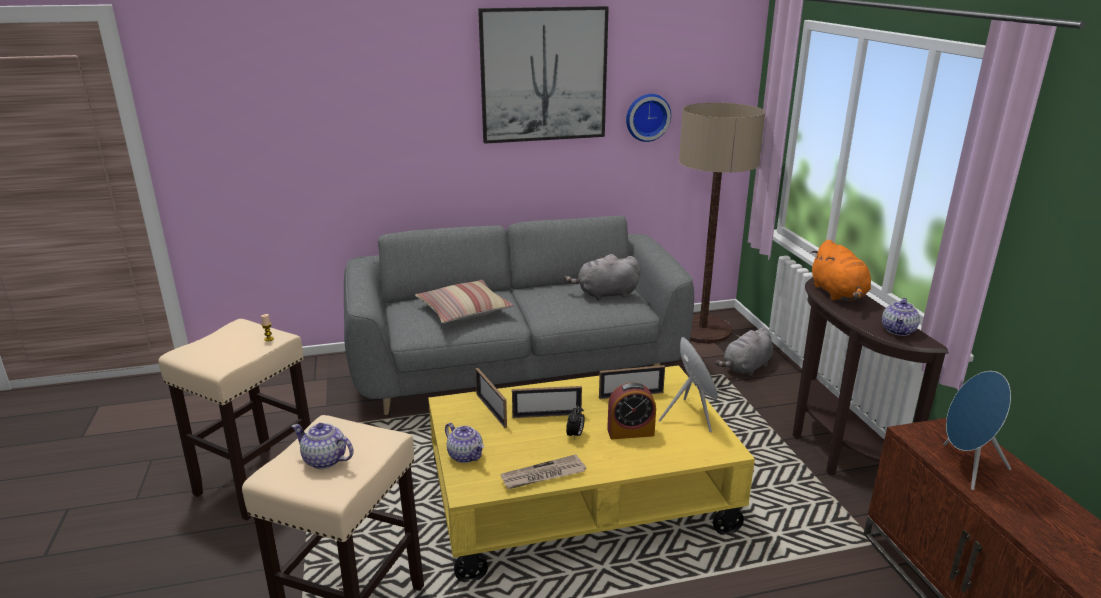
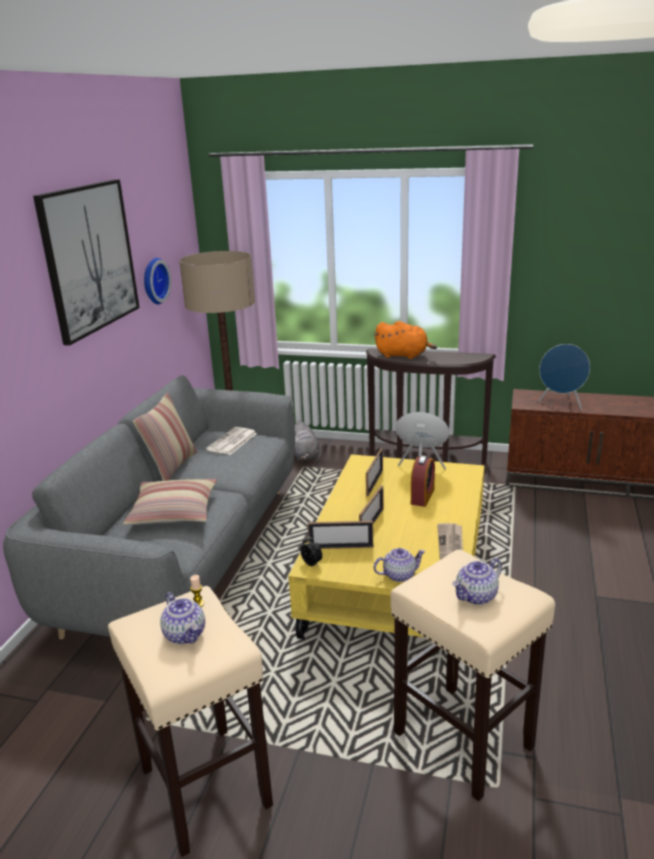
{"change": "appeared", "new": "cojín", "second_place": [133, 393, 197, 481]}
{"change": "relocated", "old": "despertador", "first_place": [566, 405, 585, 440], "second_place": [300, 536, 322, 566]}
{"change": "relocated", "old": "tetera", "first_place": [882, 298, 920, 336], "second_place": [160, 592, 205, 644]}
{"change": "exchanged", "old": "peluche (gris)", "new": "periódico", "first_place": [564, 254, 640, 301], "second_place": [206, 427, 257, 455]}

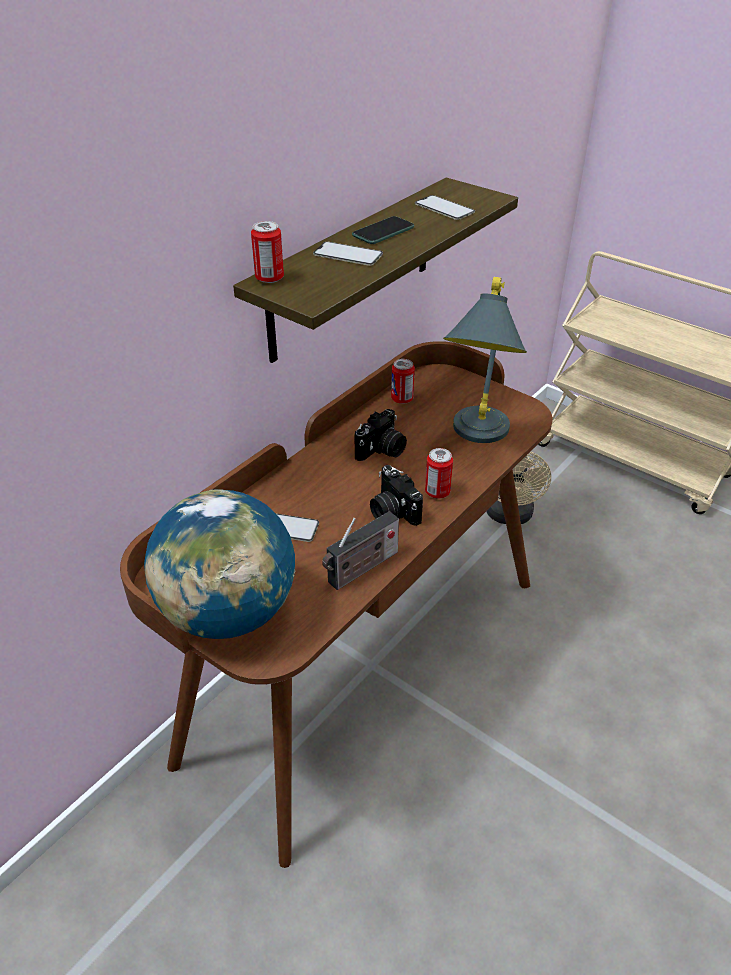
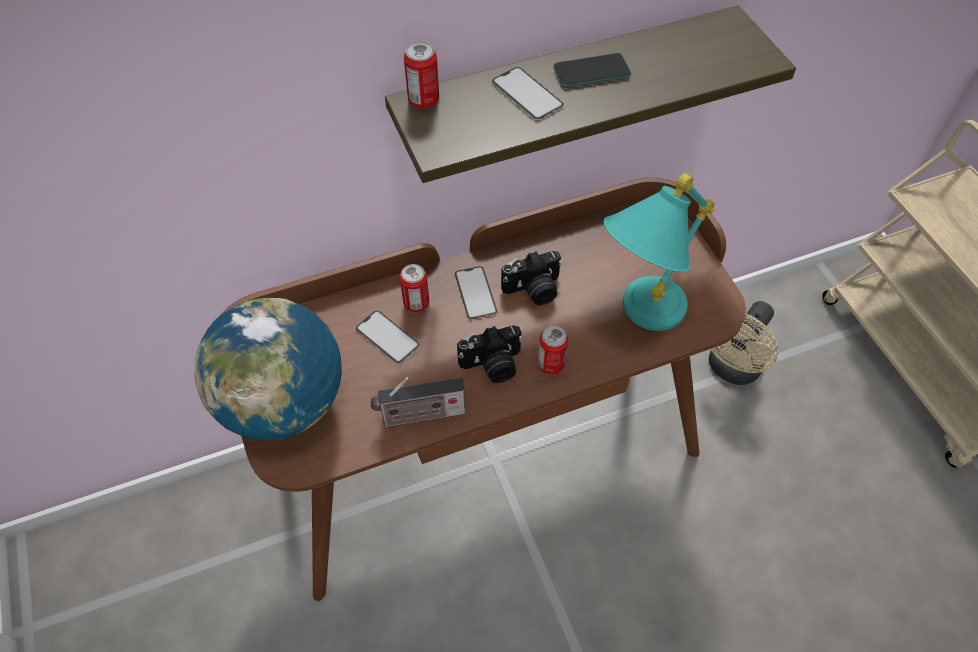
{"change": "relocated", "old": "lata", "first_place": [391, 359, 415, 404], "second_place": [400, 264, 429, 312]}
{"change": "relocated", "old": "móvil", "first_place": [415, 195, 475, 220], "second_place": [455, 266, 497, 320]}
{"change": "colour", "old": "lámpara de mesa (gris)", "new": "lámpara de mesa (turquesa)", "first_place": [443, 277, 527, 443], "second_place": [604, 173, 716, 331]}
{"change": "spun", "old": "cámara", "first_place": [370, 465, 423, 526], "second_place": [457, 325, 523, 383], "degrees": -105}

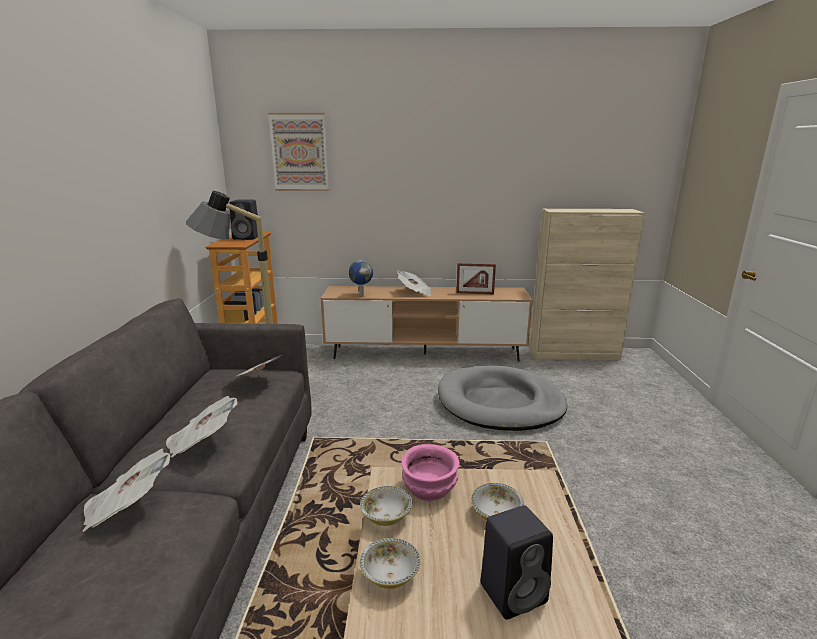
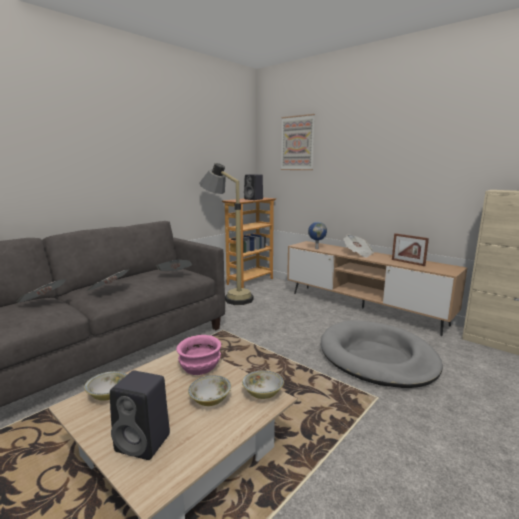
{"change": "relocated", "old": "cuenco", "first_place": [360, 486, 412, 526], "second_place": [242, 370, 284, 399]}

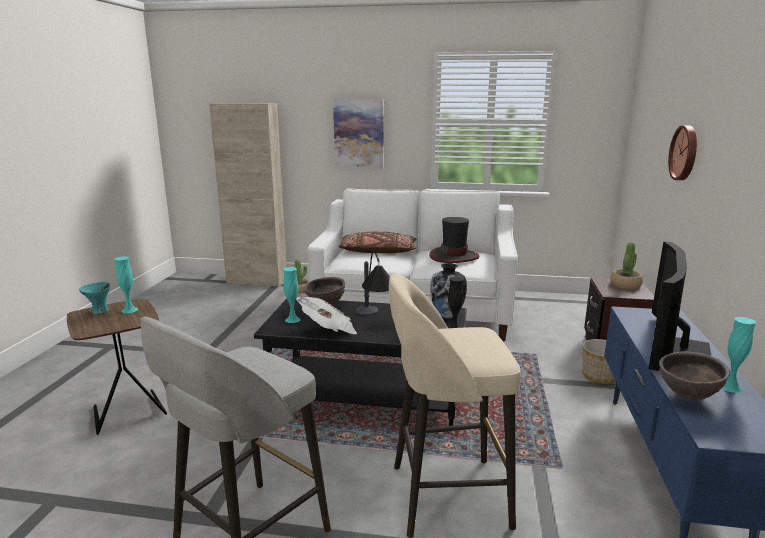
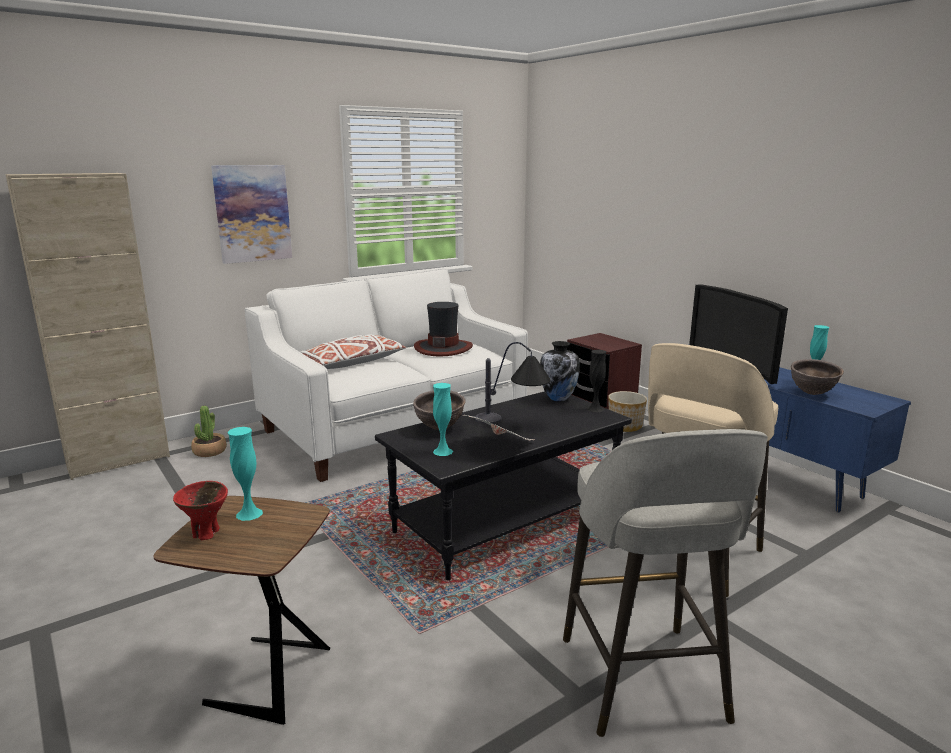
{"change": "missing", "old": "planta en maceta", "first_place": [611, 242, 643, 289]}
{"change": "missing", "old": "reloj de pared", "first_place": [668, 125, 697, 180]}
{"change": "colour", "old": "cuenco (turquesa)", "new": "cuenco (rojo)", "first_place": [79, 282, 111, 314], "second_place": [173, 481, 228, 540]}
{"change": "colour", "old": "cojín (marrón)", "new": "cojín (blanco)", "first_place": [338, 232, 416, 253], "second_place": [301, 334, 406, 369]}

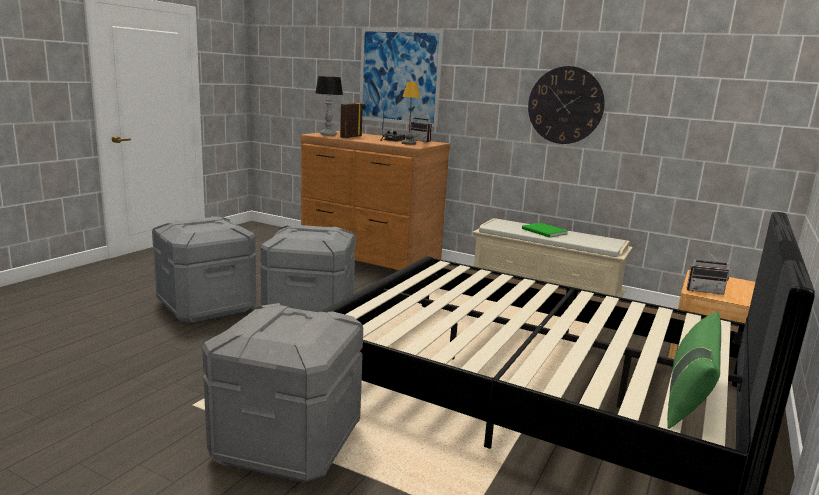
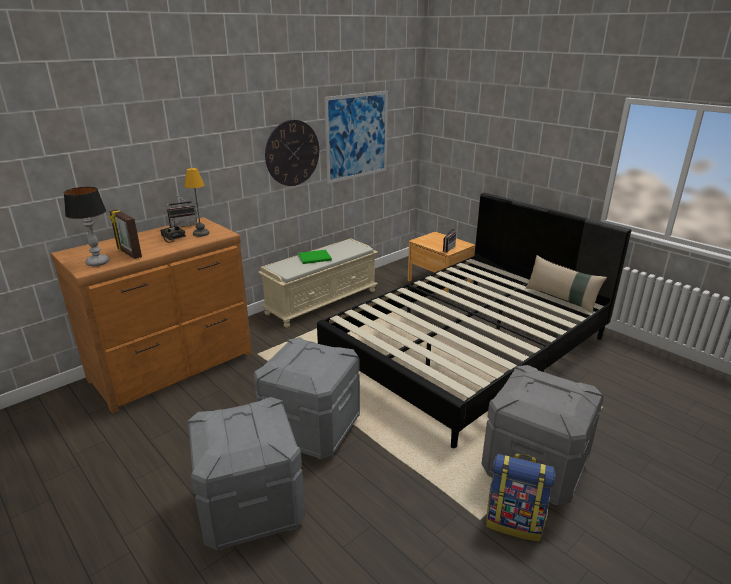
{"change": "appeared", "new": "mochila", "second_place": [486, 453, 555, 542]}
{"change": "relocated", "old": "cuadro", "first_place": [360, 28, 444, 127], "second_place": [324, 91, 388, 184]}
{"change": "colour", "old": "cojín (verde)", "new": "cojín (beis)", "first_place": [667, 311, 721, 429], "second_place": [526, 255, 607, 313]}

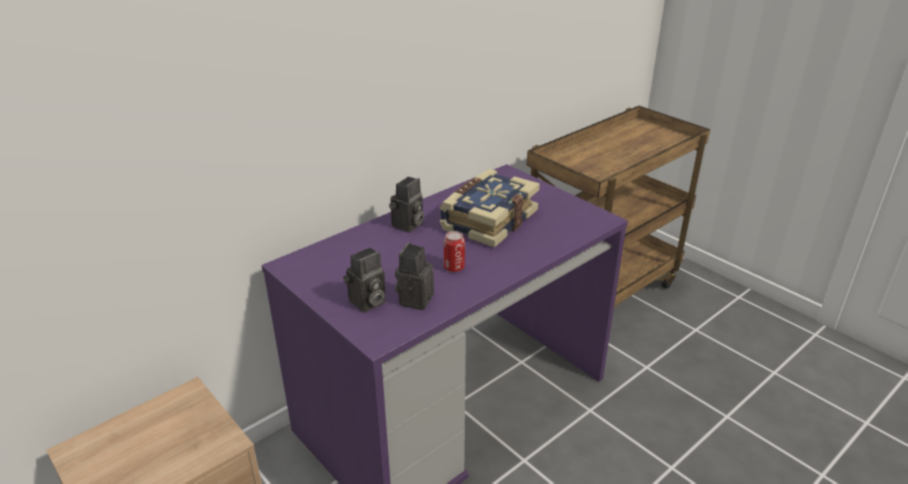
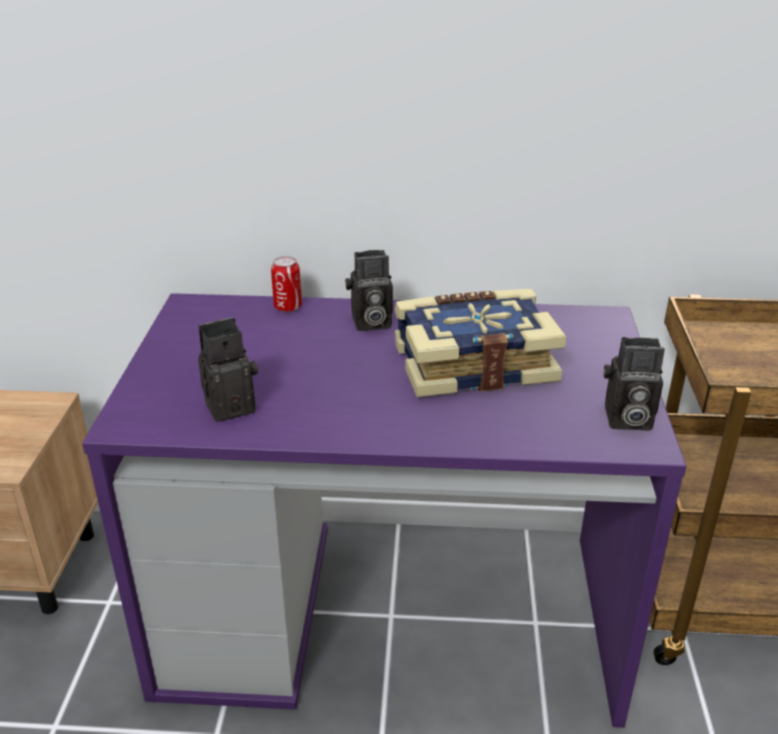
{"change": "relocated", "old": "cámara", "first_place": [343, 247, 386, 313], "second_place": [604, 337, 665, 431]}
{"change": "relocated", "old": "lata", "first_place": [444, 231, 465, 272], "second_place": [271, 256, 302, 312]}

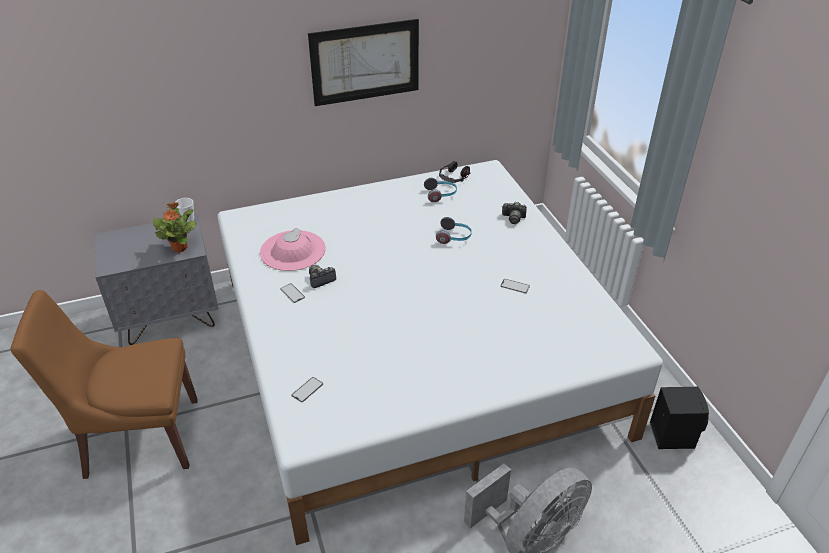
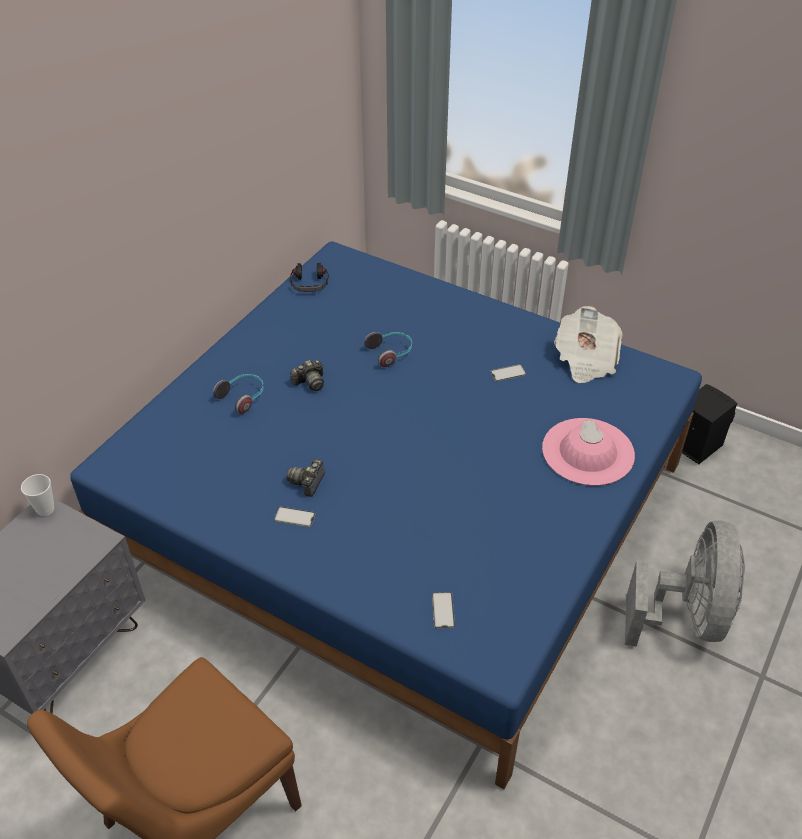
{"change": "missing", "old": "planta en maceta", "first_place": [153, 202, 197, 252]}
{"change": "missing", "old": "cuadro", "first_place": [308, 19, 419, 106]}
{"change": "appeared", "new": "periódico", "second_place": [554, 306, 623, 383]}
{"change": "relocated", "old": "sombrero (rosa)", "first_place": [260, 228, 326, 271], "second_place": [542, 418, 635, 486]}
{"change": "relocated", "old": "auriculares", "first_place": [424, 178, 457, 202], "second_place": [213, 374, 264, 414]}
{"change": "relocated", "old": "cámara", "first_place": [502, 202, 527, 224], "second_place": [290, 360, 324, 391]}
{"change": "colour", "old": "cama (blanco)", "new": "cama (azul)", "first_place": [217, 160, 663, 545], "second_place": [70, 241, 702, 789]}

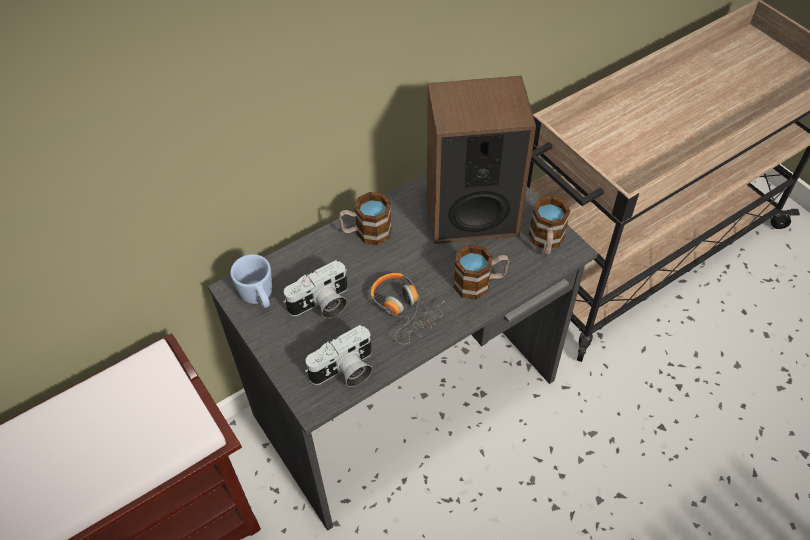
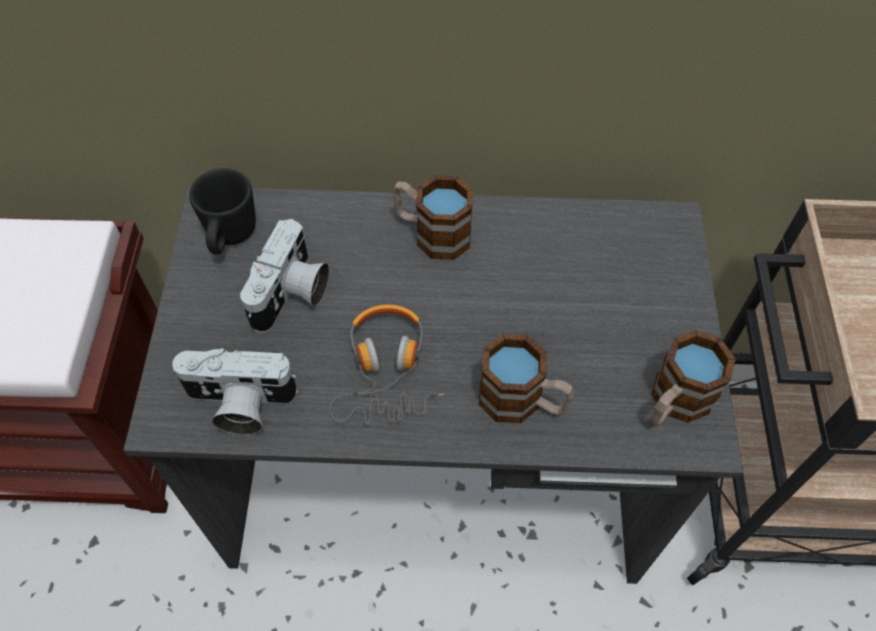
{"change": "missing", "old": "altavoz", "first_place": [427, 76, 536, 244]}
{"change": "colour", "old": "taza grande (azul)", "new": "taza grande (negro)", "first_place": [230, 254, 272, 308], "second_place": [189, 168, 256, 254]}
{"change": "spun", "old": "cámara", "first_place": [284, 260, 348, 318], "second_place": [240, 219, 329, 333], "degrees": -75}

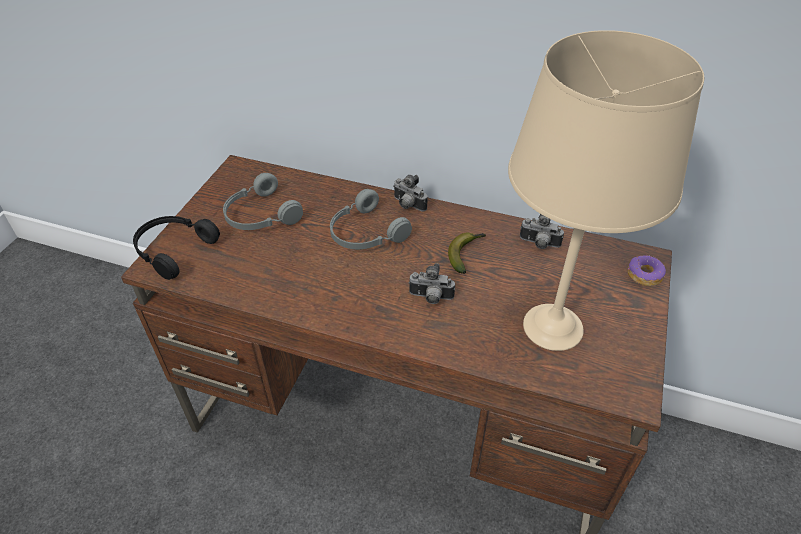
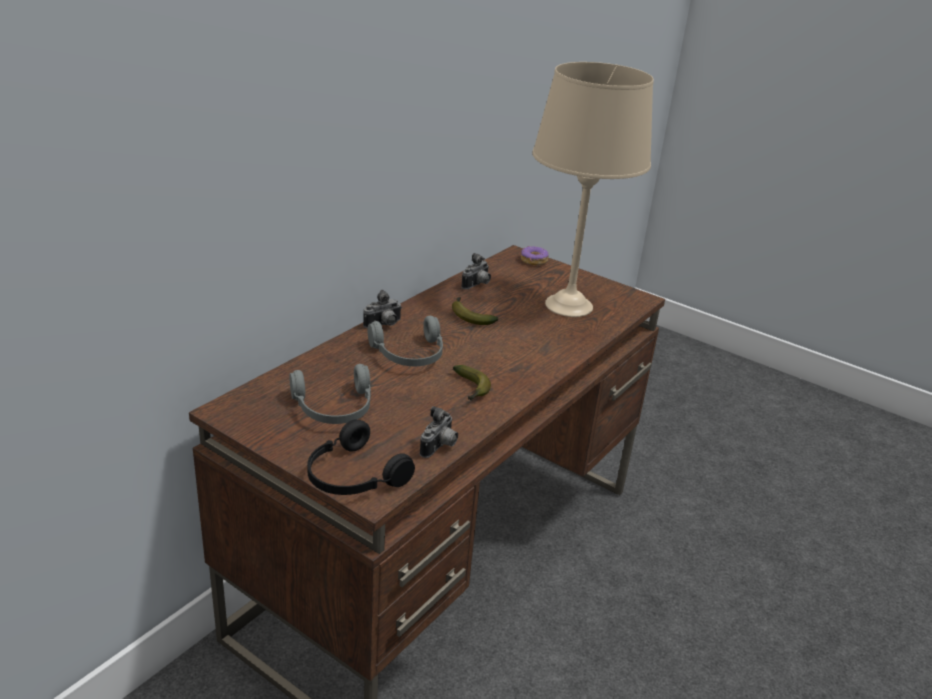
{"change": "appeared", "new": "plátano", "second_place": [453, 365, 491, 401]}
{"change": "relocated", "old": "cámara", "first_place": [408, 263, 455, 304], "second_place": [420, 406, 458, 458]}

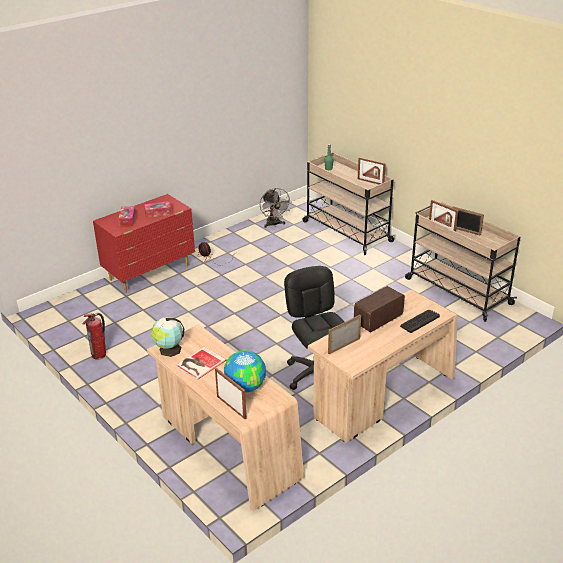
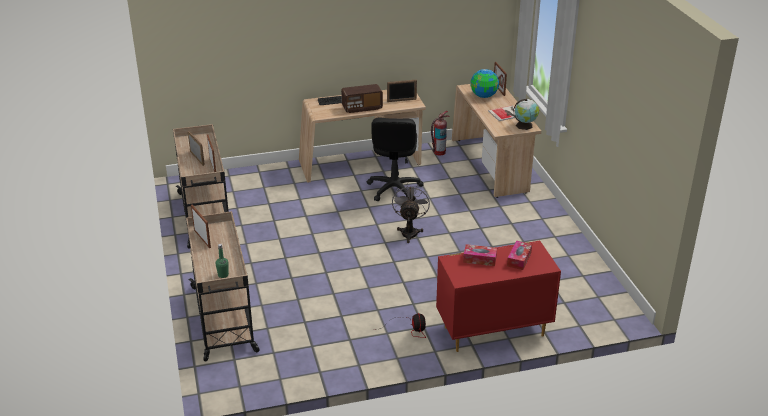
{"change": "relocated", "old": "extintor", "first_place": [82, 313, 106, 359], "second_place": [431, 111, 450, 155]}
{"change": "relocated", "old": "ventilador (gris)", "first_place": [260, 188, 292, 228], "second_place": [392, 183, 430, 243]}

